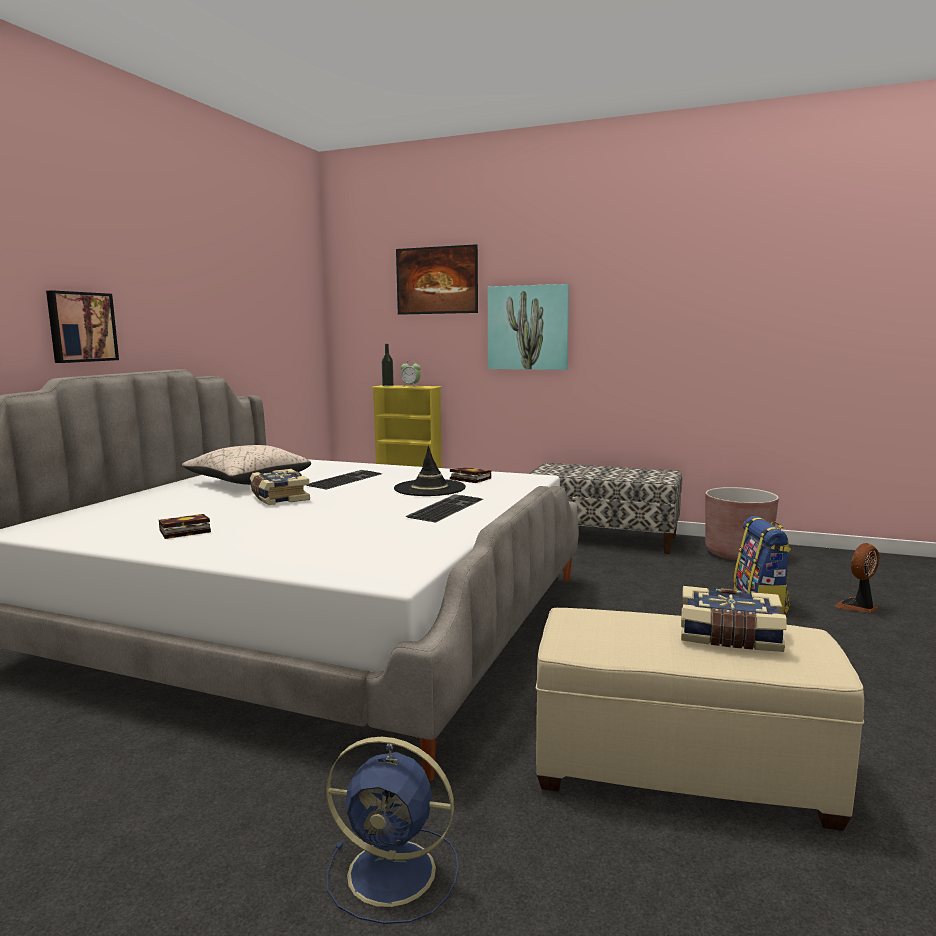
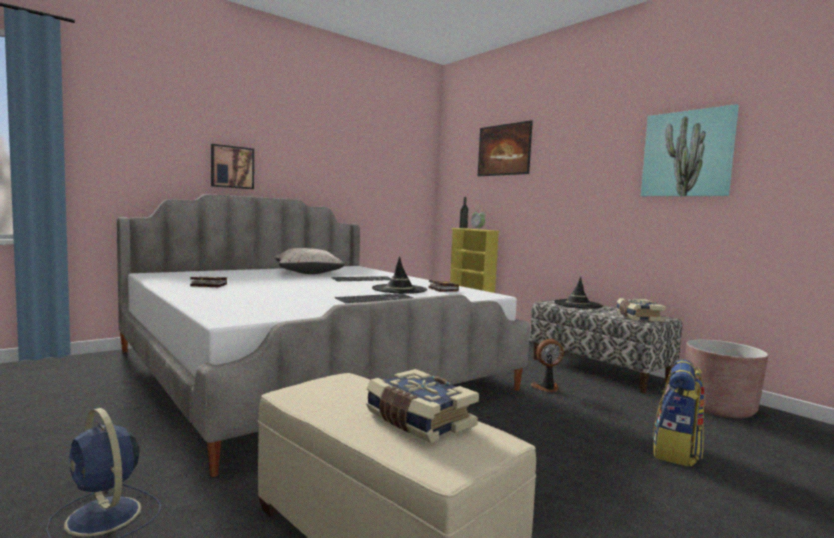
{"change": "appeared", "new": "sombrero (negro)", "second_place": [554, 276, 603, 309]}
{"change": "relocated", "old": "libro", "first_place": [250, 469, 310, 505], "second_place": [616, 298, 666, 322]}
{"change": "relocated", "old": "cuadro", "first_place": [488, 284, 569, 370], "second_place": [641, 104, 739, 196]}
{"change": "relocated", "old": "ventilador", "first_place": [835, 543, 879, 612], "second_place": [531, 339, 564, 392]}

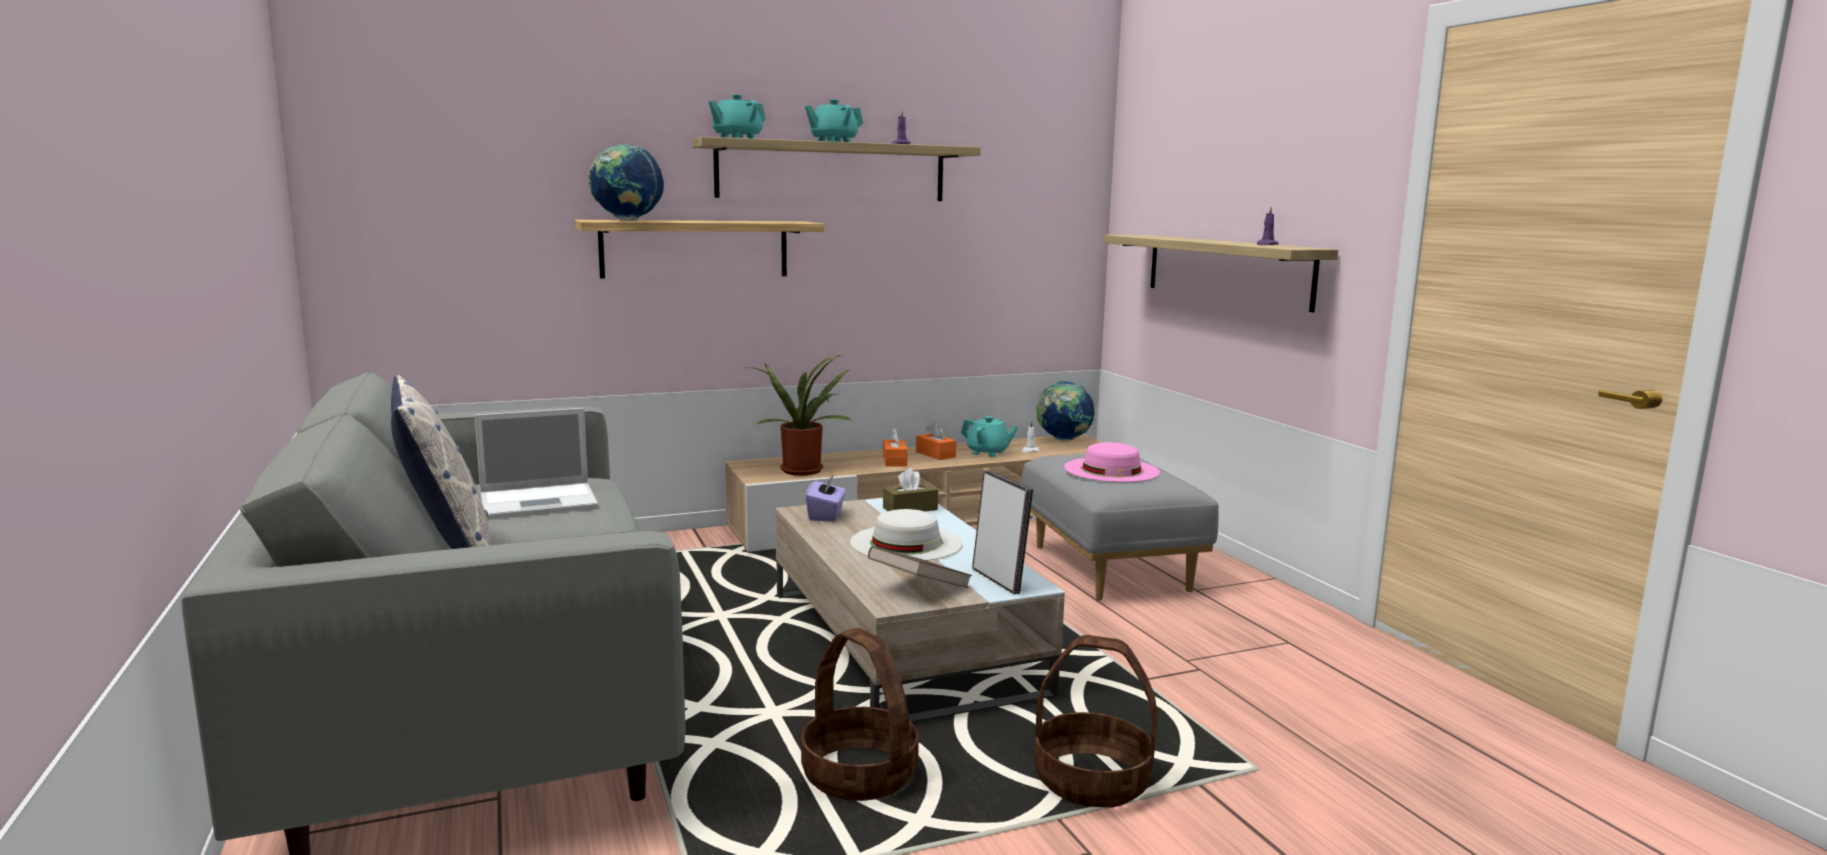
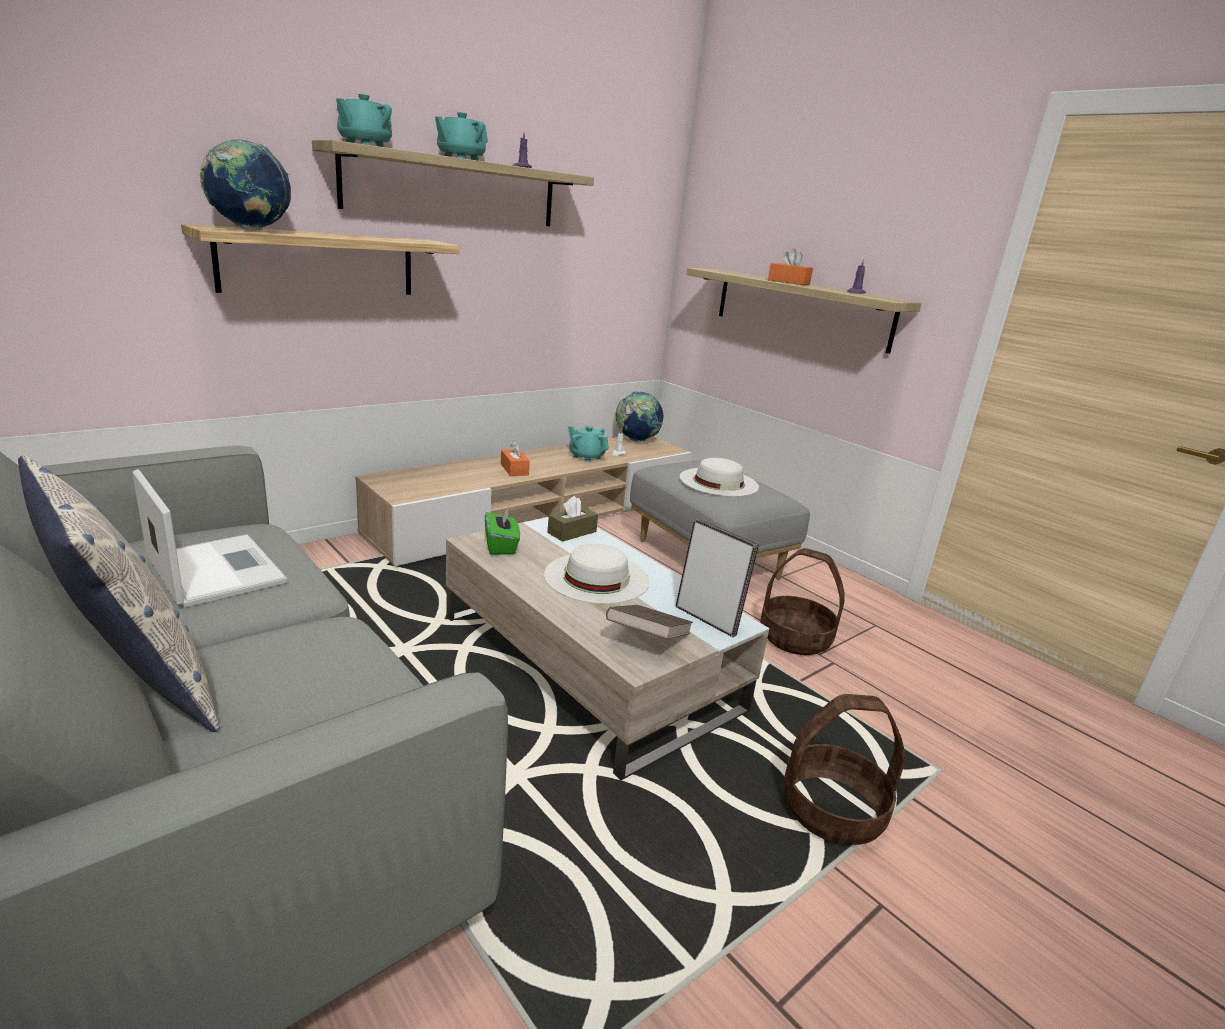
{"change": "missing", "old": "planta en maceta", "first_place": [747, 355, 853, 476]}
{"change": "relocated", "old": "cesta", "first_place": [801, 628, 919, 801], "second_place": [760, 548, 845, 655]}
{"change": "relocated", "old": "caja de pañuelos (naranja)", "first_place": [916, 422, 956, 460], "second_place": [768, 248, 813, 285]}
{"change": "colour", "old": "caja de pañuelos (morado)", "new": "caja de pañuelos (verde)", "first_place": [806, 474, 846, 522], "second_place": [485, 508, 520, 555]}
{"change": "colour", "old": "sombrero (rosa)", "new": "sombrero (blanco)", "first_place": [1064, 442, 1160, 482], "second_place": [679, 458, 759, 496]}
{"change": "spun", "old": "portátil", "first_place": [475, 408, 599, 519], "second_place": [132, 469, 287, 608], "degrees": -90}
{"change": "spun", "old": "tetera (turquesa)", "first_place": [961, 416, 1018, 457], "second_place": [568, 426, 609, 462], "degrees": -150}

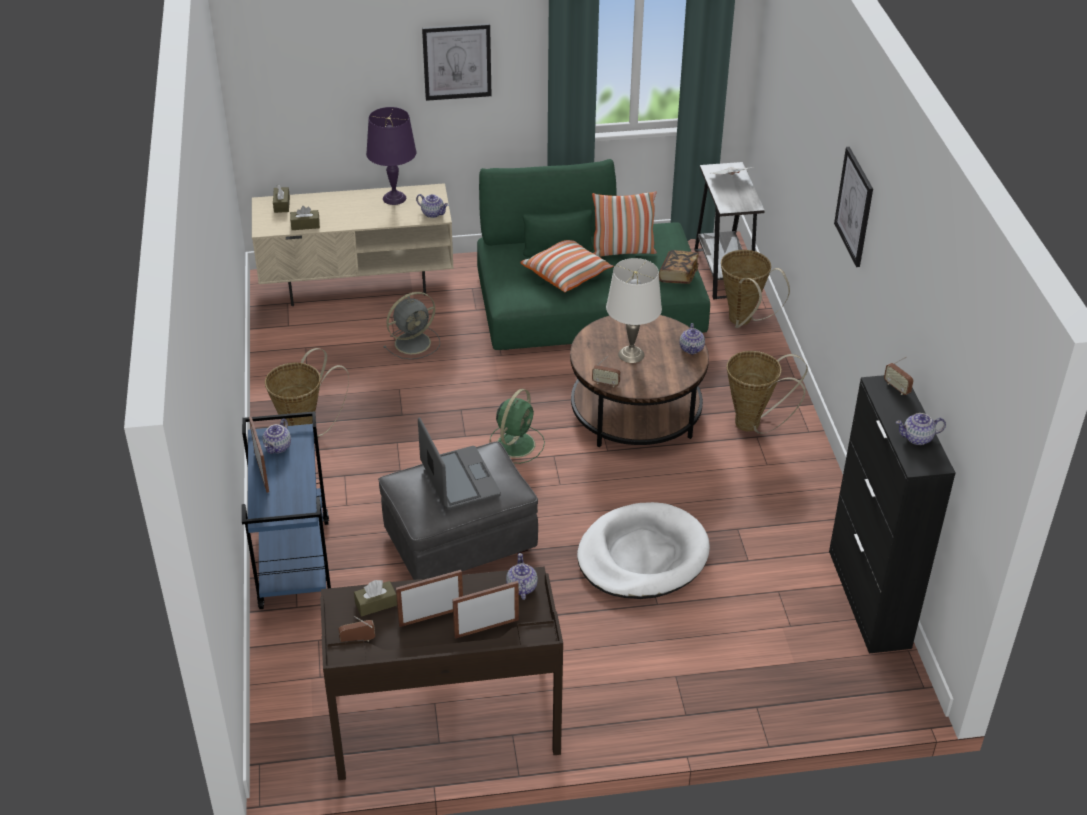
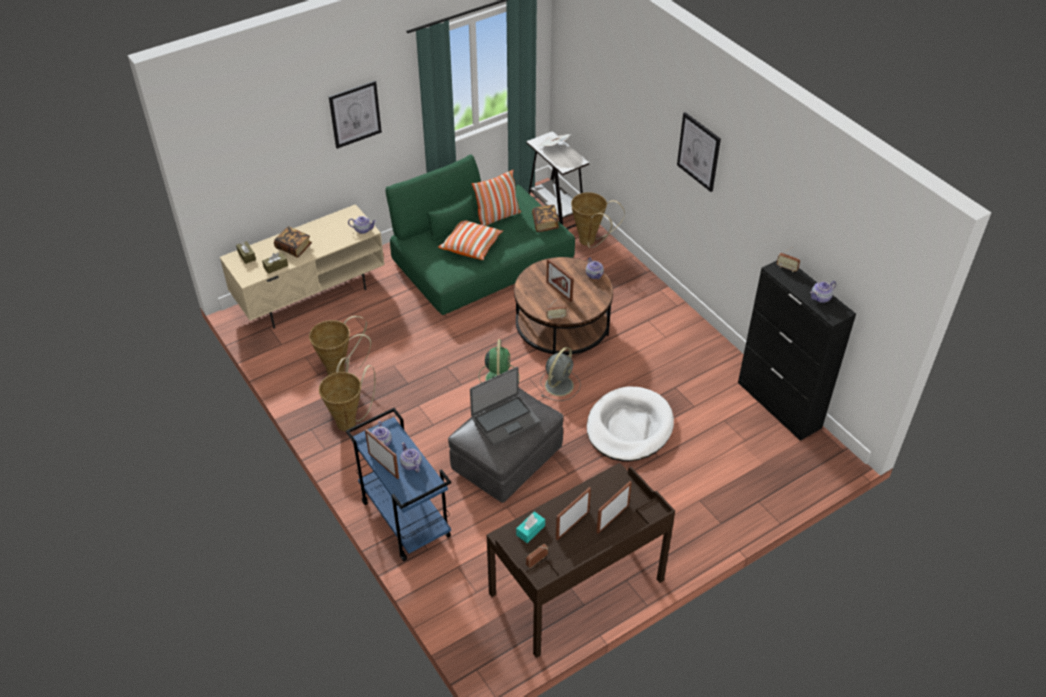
{"change": "missing", "old": "lámpara de mesa (morado)", "first_place": [366, 107, 416, 205]}
{"change": "appeared", "new": "libro", "second_place": [274, 226, 312, 258]}
{"change": "relocated", "old": "ventilador (gris)", "first_place": [383, 292, 440, 359], "second_place": [540, 347, 581, 401]}
{"change": "relocated", "old": "tetera", "first_place": [506, 553, 538, 600], "second_place": [400, 442, 422, 472]}
{"change": "relocated", "old": "cesta", "first_place": [727, 351, 808, 434], "second_place": [309, 316, 371, 375]}
{"change": "exchanged", "old": "lámpara de mesa (blanco)", "new": "portarretratos", "first_place": [606, 258, 662, 363], "second_place": [546, 259, 574, 302]}
{"change": "colour", "old": "caja de pañuelos (marrón)", "new": "caja de pañuelos (turquesa)", "first_place": [354, 580, 397, 617], "second_place": [516, 512, 545, 543]}
{"change": "spun", "old": "portátil", "first_place": [418, 417, 501, 510], "second_place": [470, 367, 540, 445], "degrees": 105}

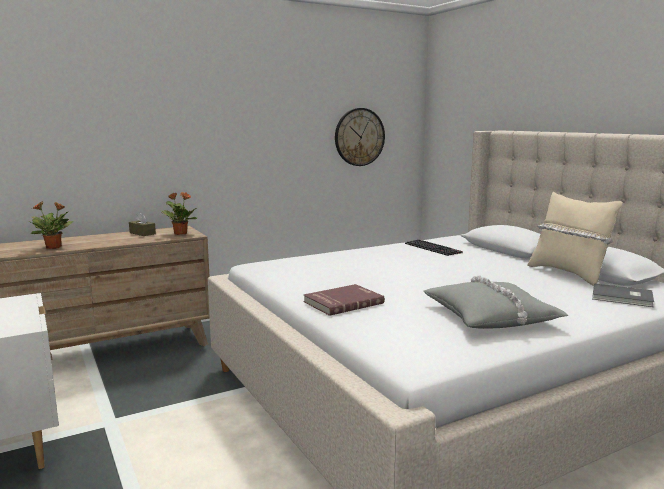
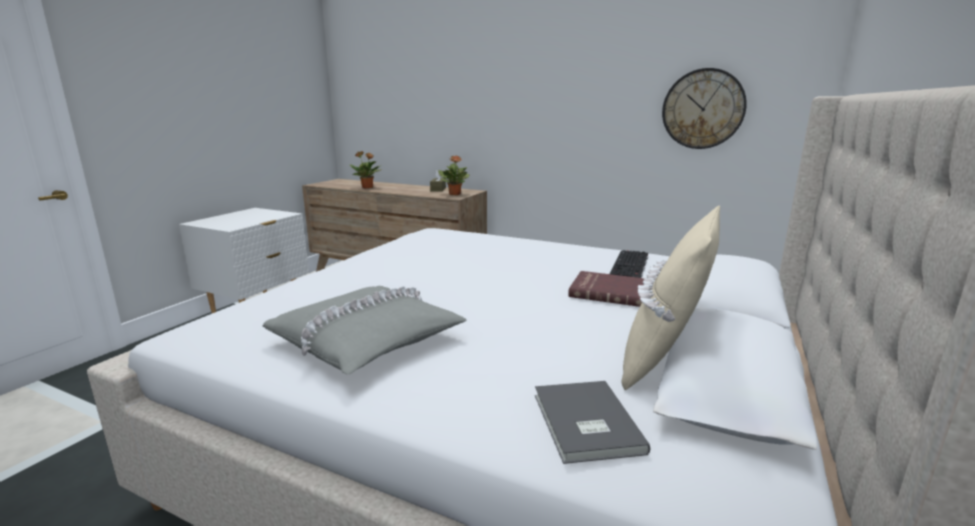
{"change": "relocated", "old": "libro (rojo)", "first_place": [304, 284, 385, 316], "second_place": [568, 271, 644, 307]}

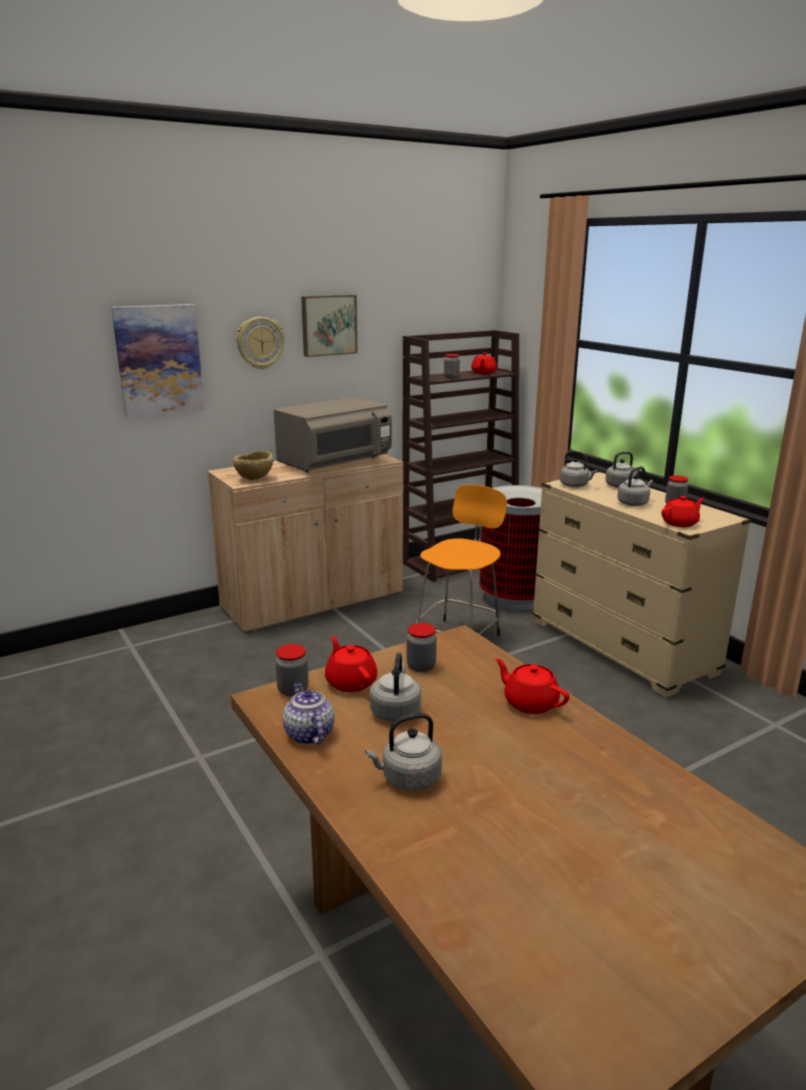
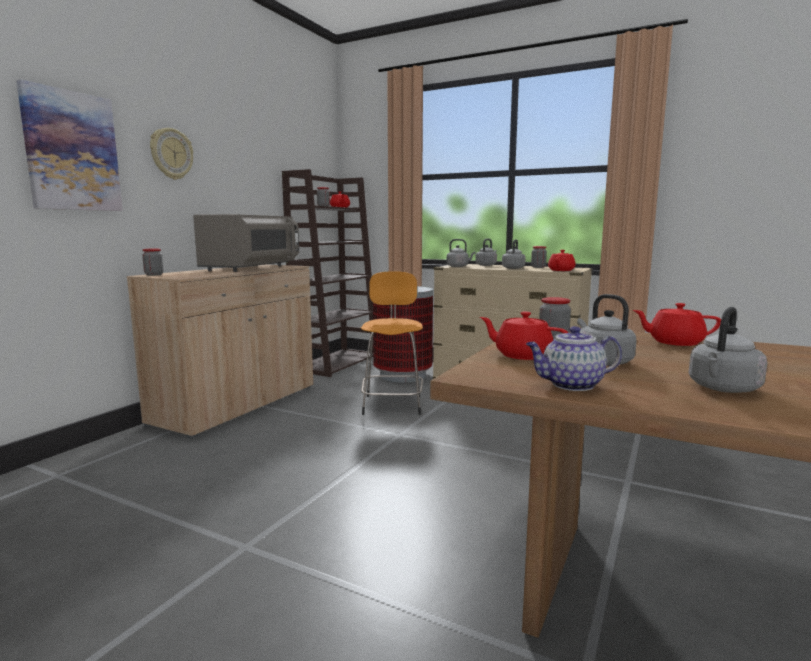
{"change": "missing", "old": "cuenco (beis)", "first_place": [234, 451, 273, 480]}
{"change": "missing", "old": "cuadro", "first_place": [301, 295, 358, 357]}
{"change": "relocated", "old": "tarro", "first_place": [275, 644, 309, 697], "second_place": [142, 248, 164, 276]}
{"change": "spun", "old": "tetera", "first_place": [282, 682, 335, 744], "second_place": [526, 326, 622, 391], "degrees": -45}

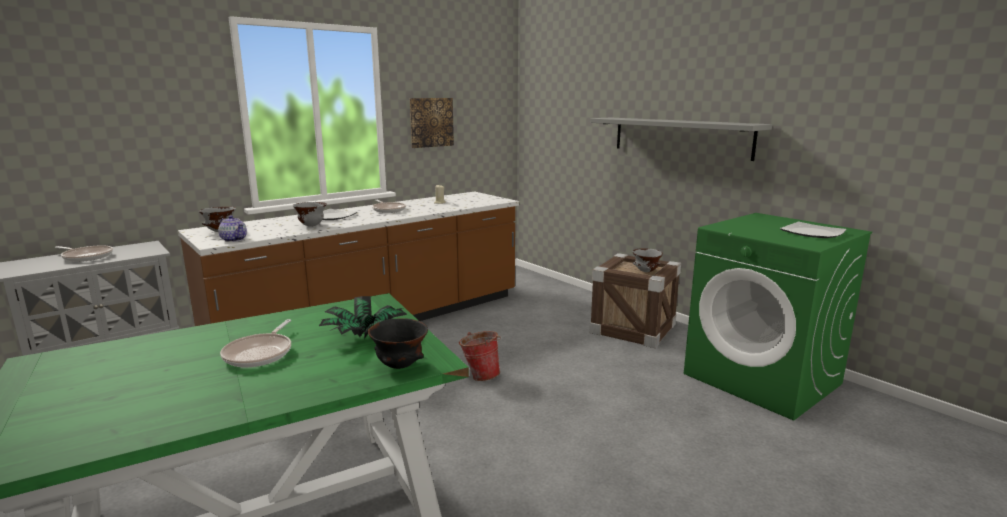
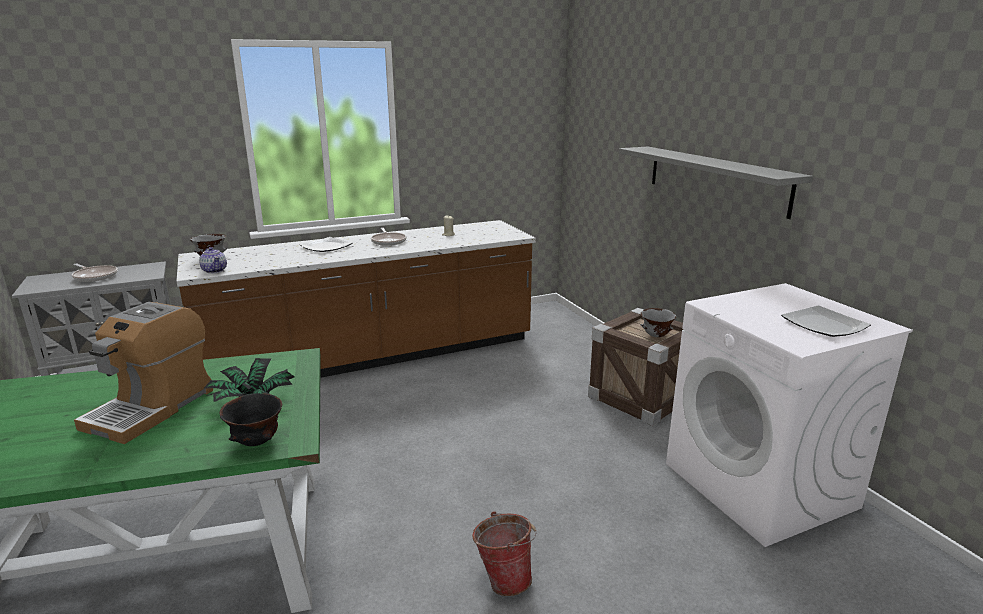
{"change": "missing", "old": "cuenco (gris)", "first_place": [292, 202, 327, 227]}
{"change": "missing", "old": "cuadro", "first_place": [410, 98, 454, 148]}
{"change": "relocated", "old": "cubo", "first_place": [459, 331, 501, 381], "second_place": [472, 511, 536, 596]}
{"change": "exchanged", "old": "sartén", "new": "cafetera", "first_place": [220, 319, 291, 367], "second_place": [74, 302, 213, 444]}
{"change": "colour", "old": "lavadora (verde)", "new": "lavadora (blanco)", "first_place": [684, 213, 872, 421], "second_place": [666, 283, 913, 547]}

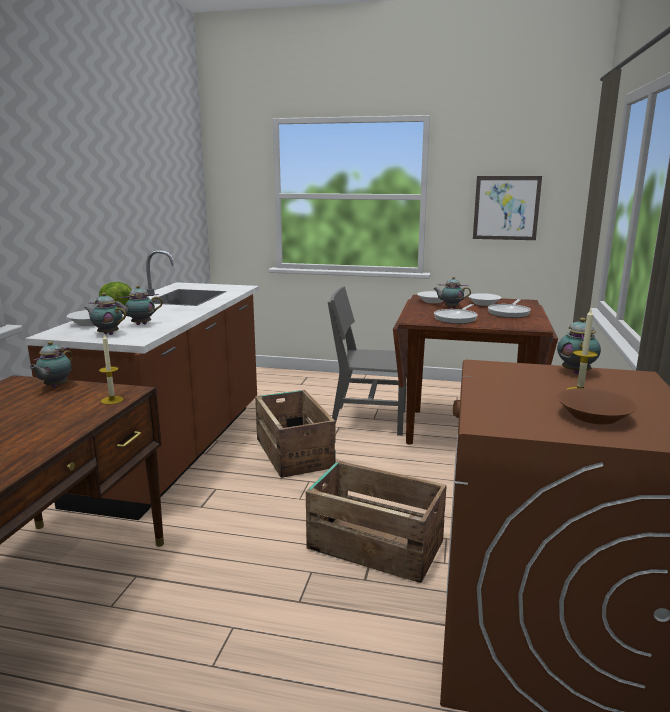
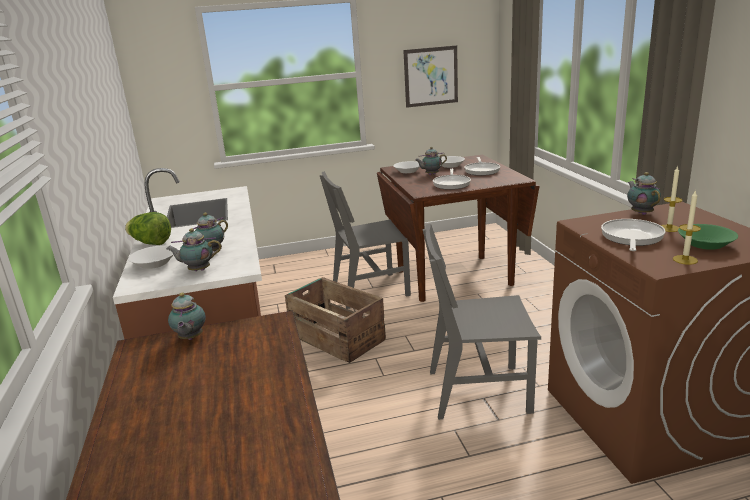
{"change": "appeared", "new": "sartén", "second_place": [601, 219, 665, 251]}
{"change": "relocated", "old": "vela", "first_place": [99, 334, 124, 404], "second_place": [673, 190, 701, 265]}
{"change": "exchanged", "old": "caja de embalaje", "new": "silla (gris)", "first_place": [306, 461, 447, 583], "second_place": [423, 224, 541, 420]}
{"change": "colour", "old": "cuenco (marrón)", "new": "cuenco (verde)", "first_place": [557, 388, 637, 425], "second_place": [678, 224, 738, 250]}

